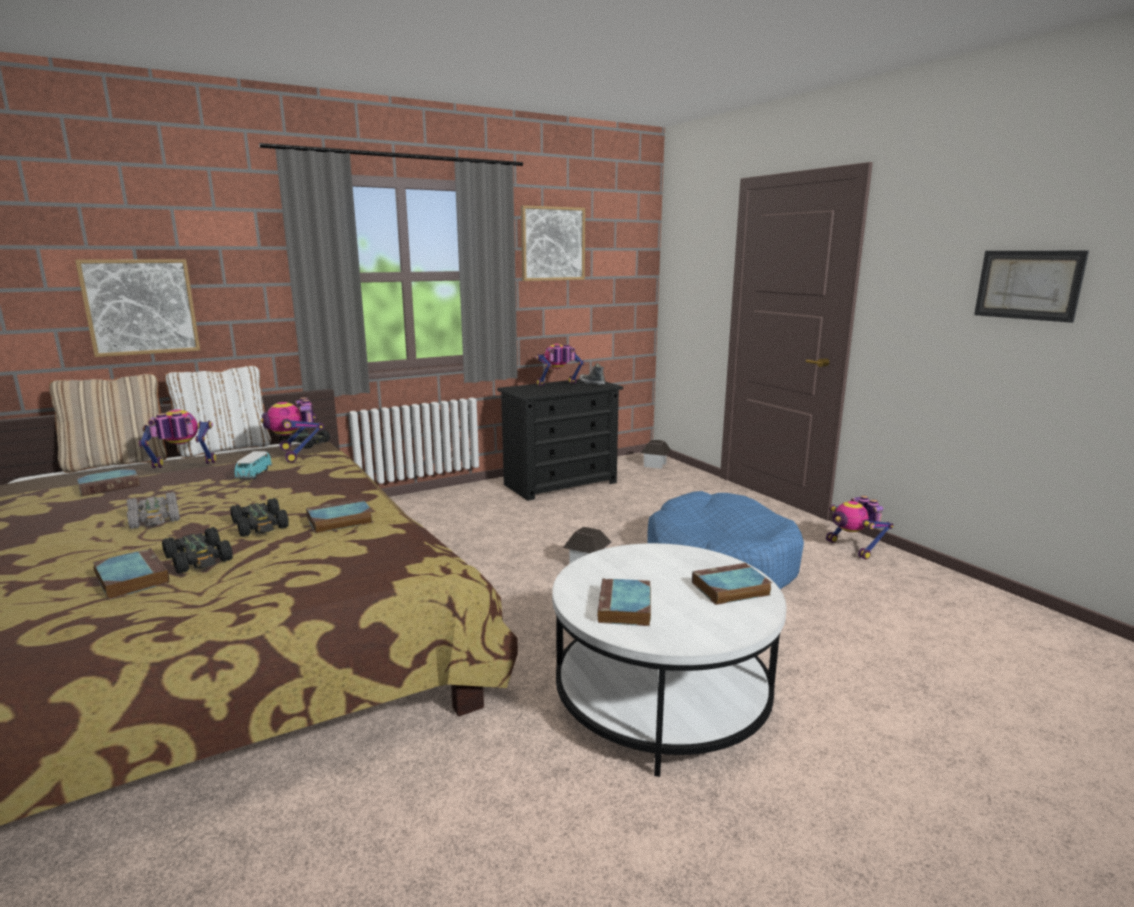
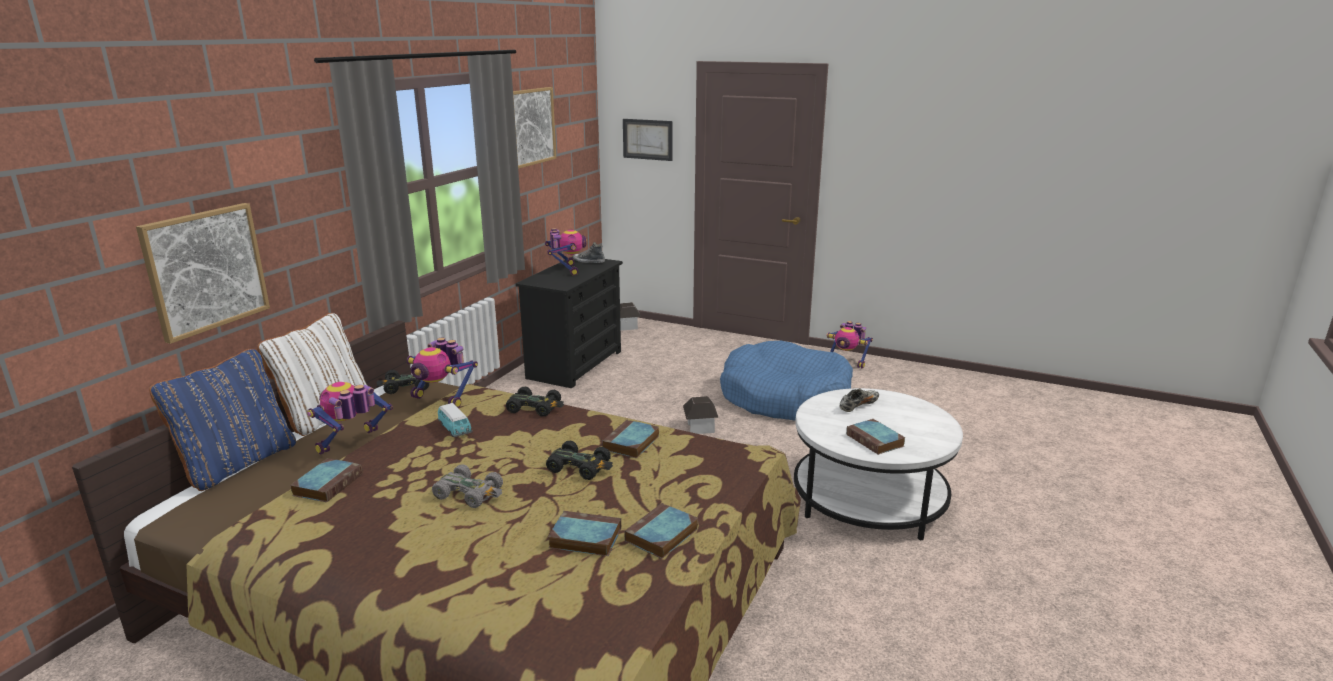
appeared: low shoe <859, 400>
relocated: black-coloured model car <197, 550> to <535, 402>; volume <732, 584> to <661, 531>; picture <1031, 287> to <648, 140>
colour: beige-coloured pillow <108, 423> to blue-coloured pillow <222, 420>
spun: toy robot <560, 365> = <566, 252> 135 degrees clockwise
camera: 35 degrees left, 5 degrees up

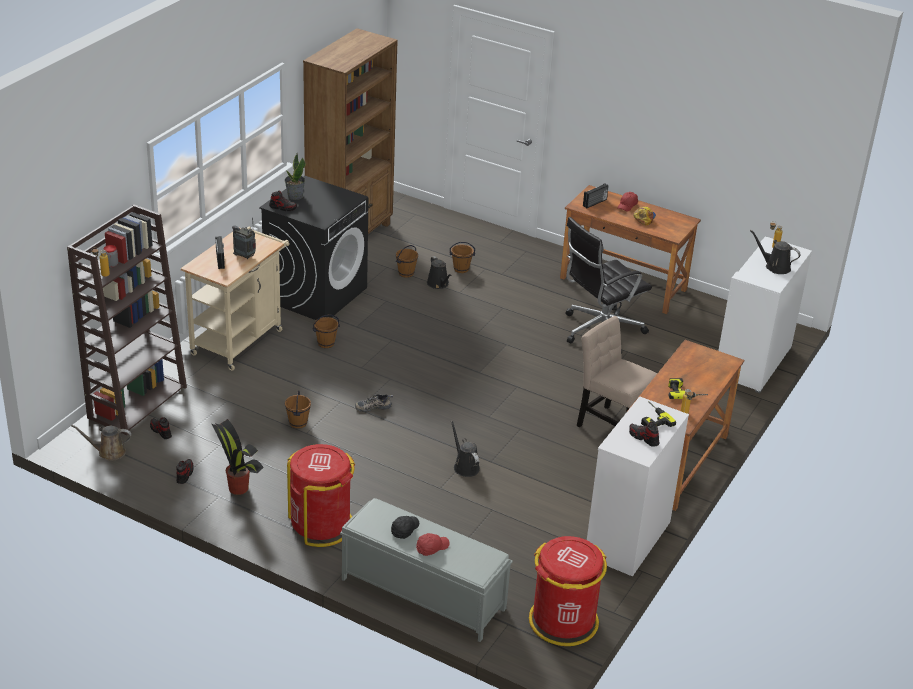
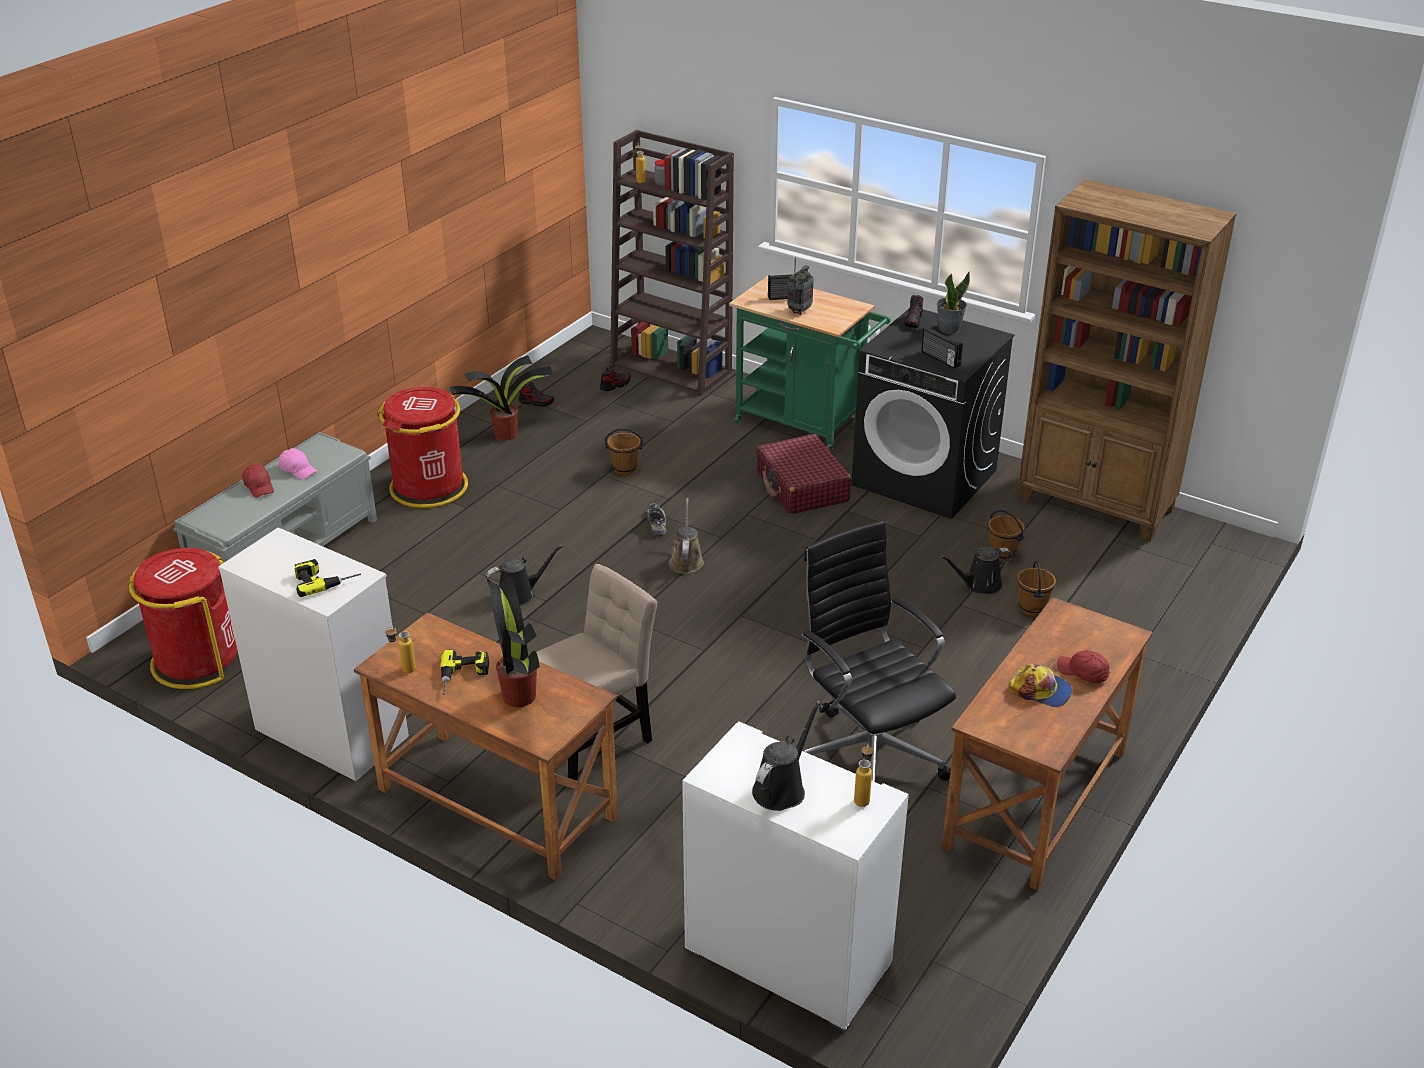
missing: low shoe <644, 434>
appeared: plant in a pot <513, 642>
relocated: brownish watering pot <101, 443> to <686, 536>; radio receiver <596, 195> to <942, 348>
exchanged: brownish water bucket <326, 331> to reddish piece of luggage <803, 474>
colour: beige-coloured cart <235, 298> to greenish cart <809, 363>; black-coloured cap <405, 527> to pinkish cap <298, 463>
camera: 95 degrees right, 0 degrees up

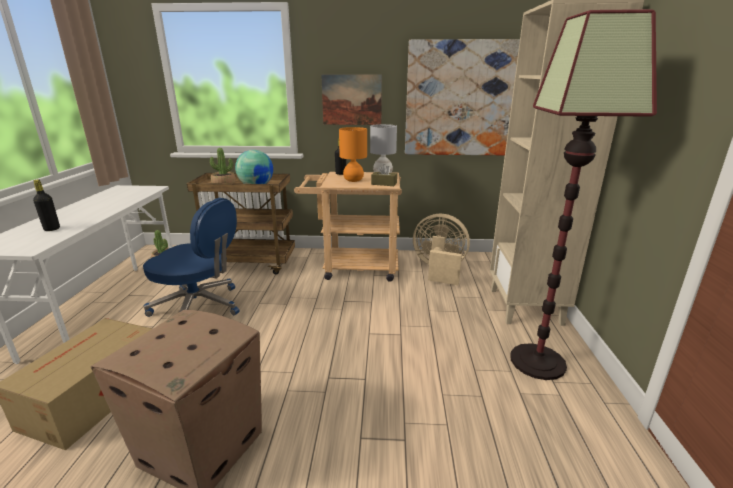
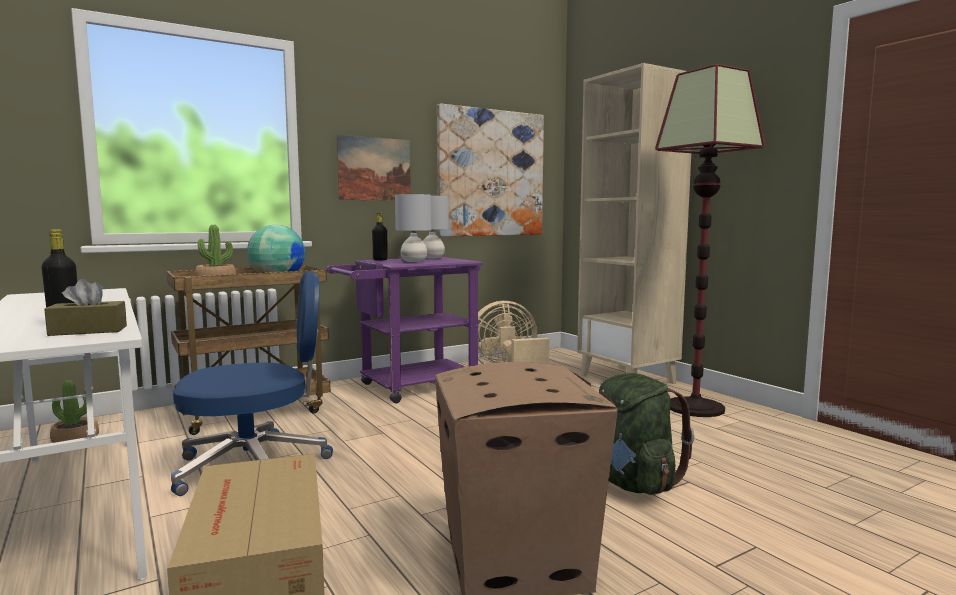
appeared: greenish backpack <646, 434>
relocated: brownish tissue box <384, 175> to <85, 307>
colour: beige-coloured cart <348, 227> to purple-coloured cart <404, 330>; orange-coloured tabletop lamp <353, 154> to gray tabletop lamp <413, 228>
camera: 35 degrees left, 15 degrees down

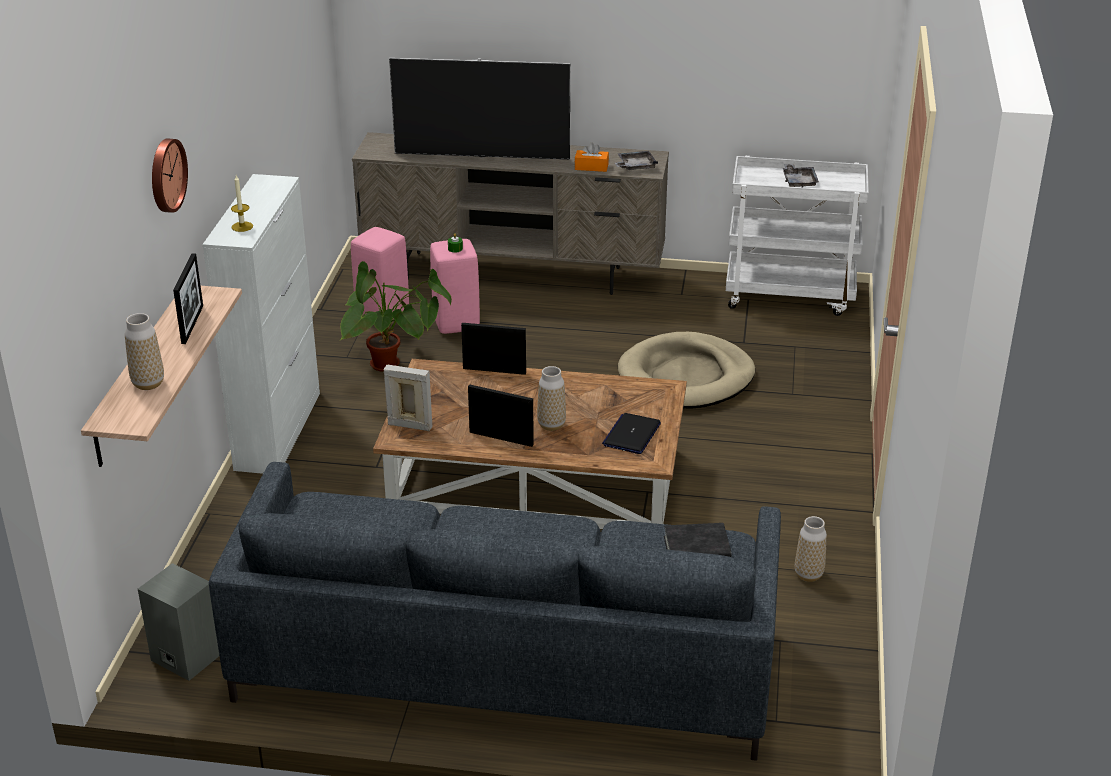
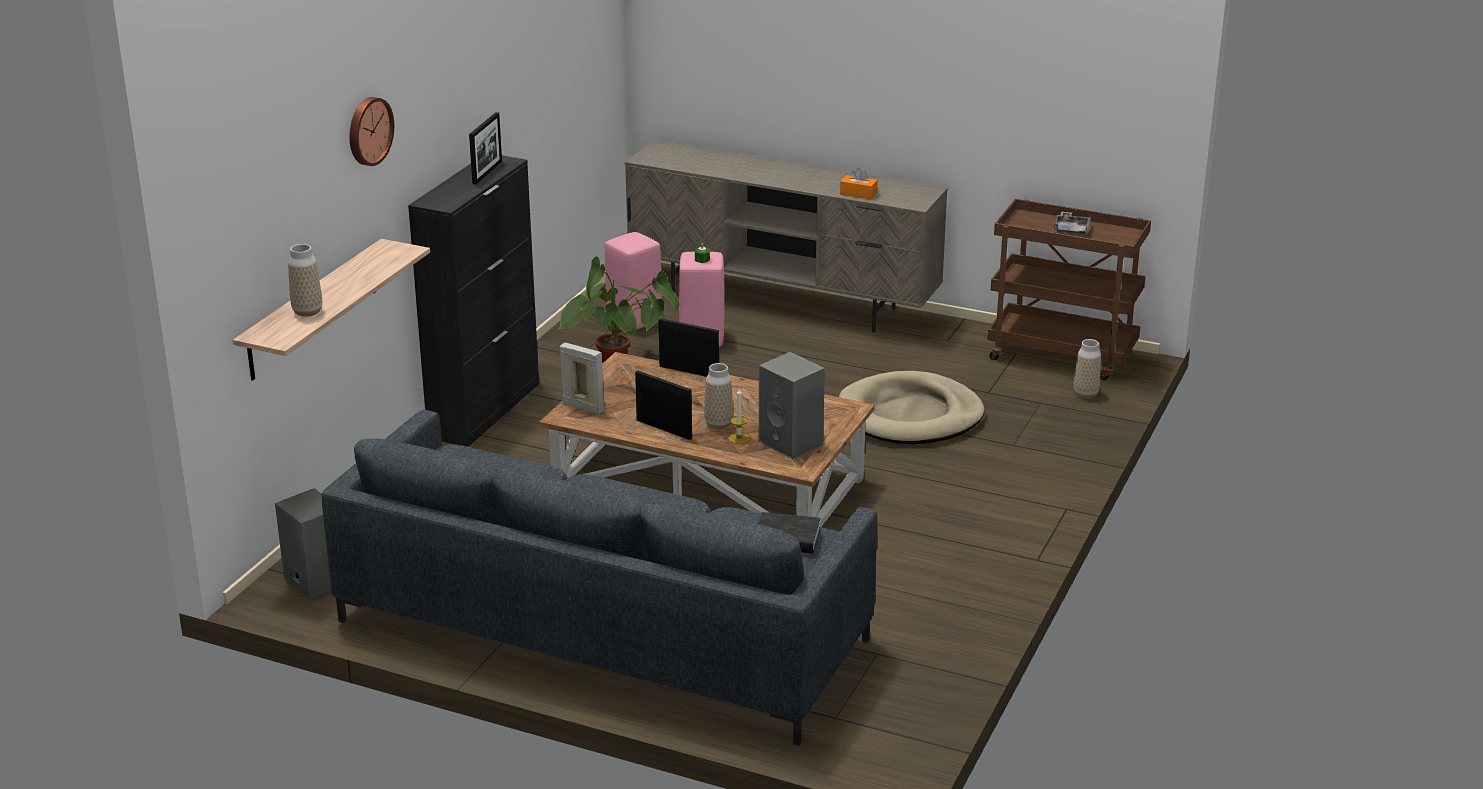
missing: TV <480, 109>; gray tray <636, 160>
relocated: standing frame <188, 298> to <485, 148>; candle <242, 203> to <739, 416>; vase <811, 549> to <1087, 369>
exchanged: notebook computer <631, 433> to gray audio speaker <792, 405>
colour: white-coloured storage cabinet <261, 324> to black-coloured storage cabinet <473, 301>; white-coloured cart <797, 236> to brownish cart <1069, 289>
camera: 15 degrees right, 5 degrees down

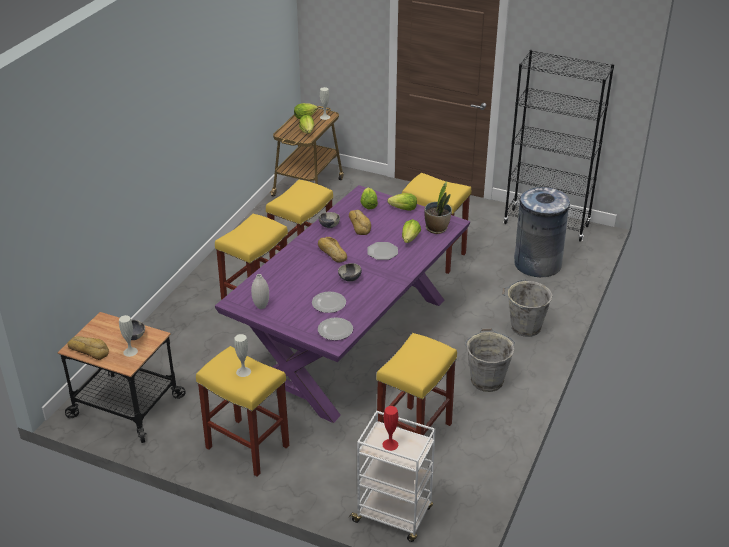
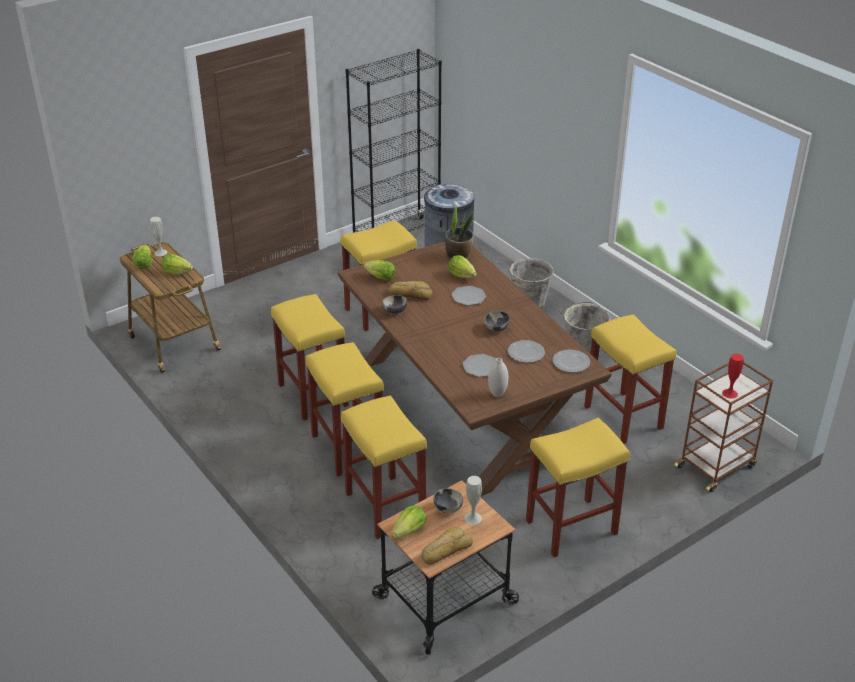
missing: white-coloured vase <242, 355>; baked bread <332, 249>
appeared: yellow sitting stool <384, 467>; plate <479, 365>
relocated: lettuce head <402, 202> to <409, 522>
colour: purple-coloured dining table <342, 304> to brownish dining table <474, 369>; white-coloured cart <392, 476> to brownish cart <723, 427>
camera: 60 degrees left, 0 degrees up

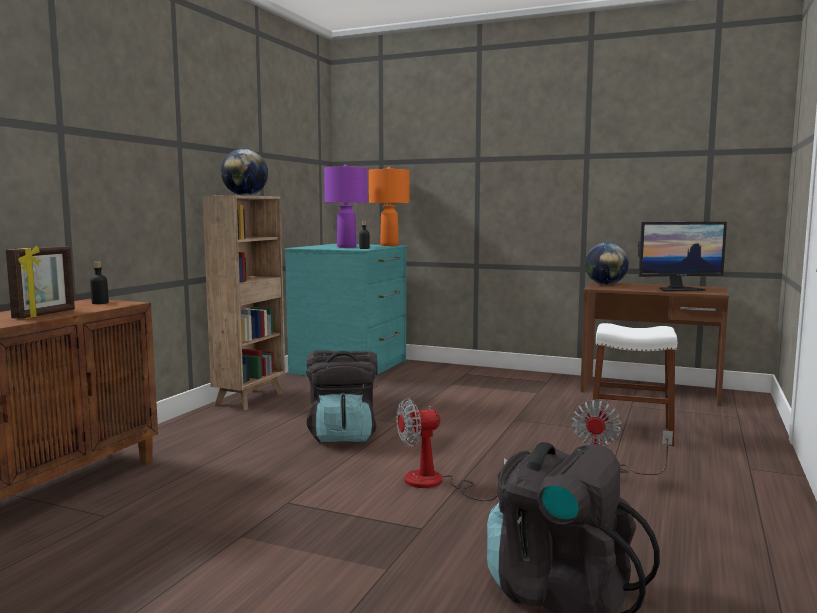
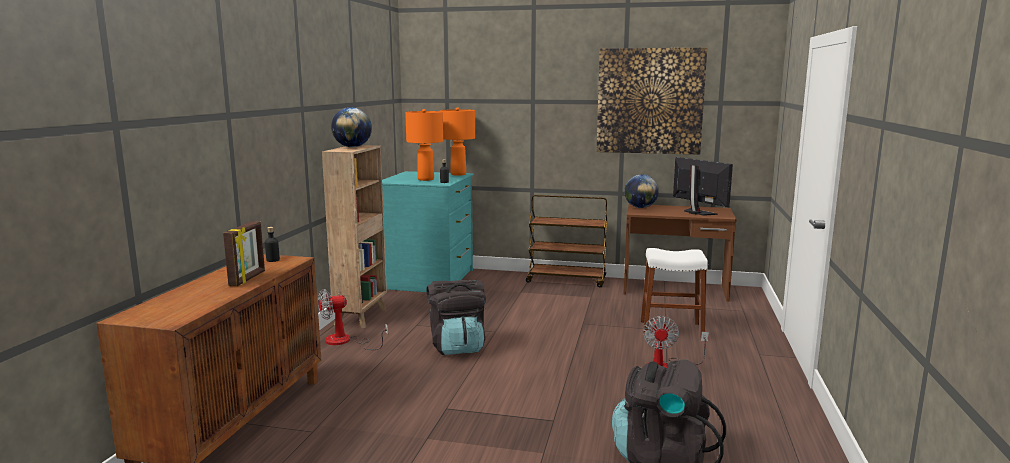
appeared: brownish cart <566, 241>; picture <651, 101>
relocated: electric fan <452, 449> to <353, 319>
colour: purple-coloured tabletop lamp <346, 206> to orange-coloured tabletop lamp <424, 145>
spun: computer screen <682, 256> = <703, 186> 105 degrees counterclockwise
camera: 10 degrees left, 5 degrees up

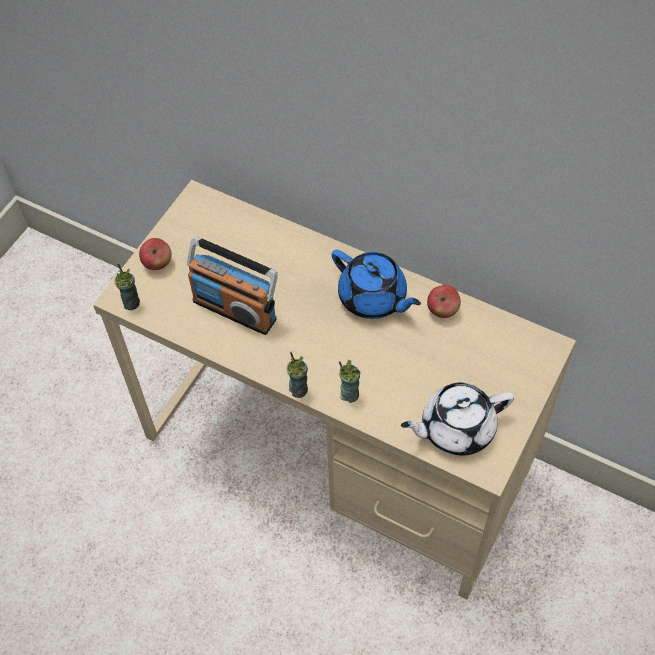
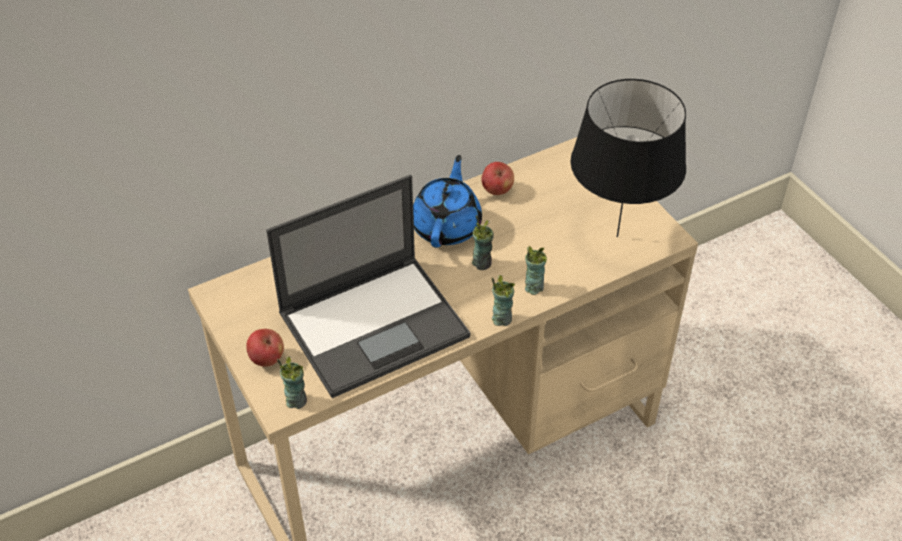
appeared: small cup <483, 242>
exchanged: radio receiver <232, 286> to notebook computer <368, 286>; white-coloured pot for tea <457, 419> to black-coloured tabletop lamp <628, 158>
spun: blue-coloured pot for tea <376, 284> = <447, 201> 60 degrees counterclockwise
camera: 60 degrees left, 10 degrees down

